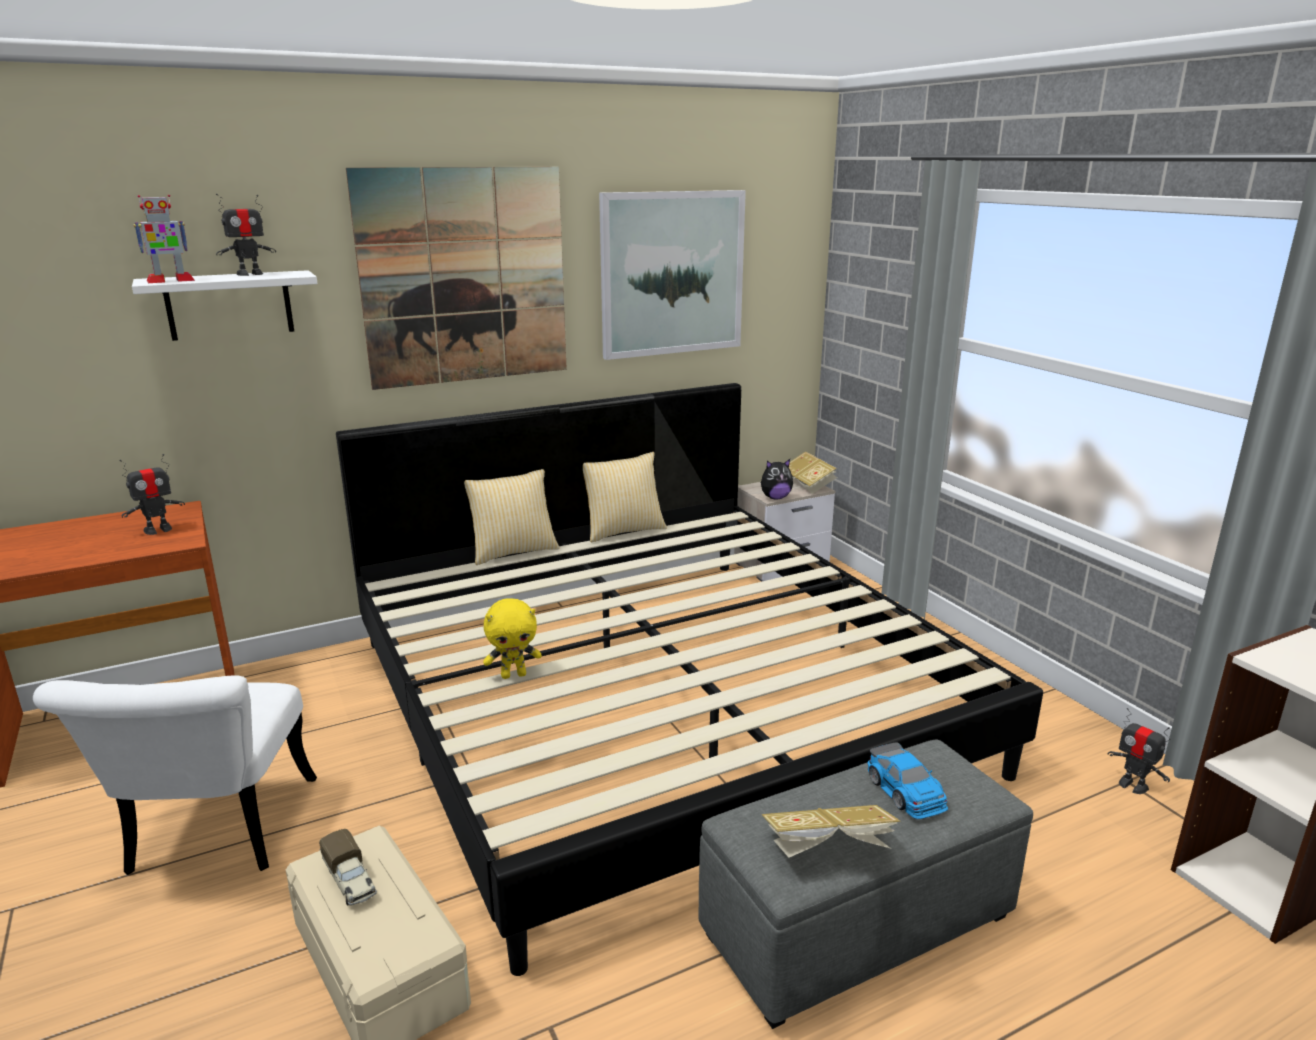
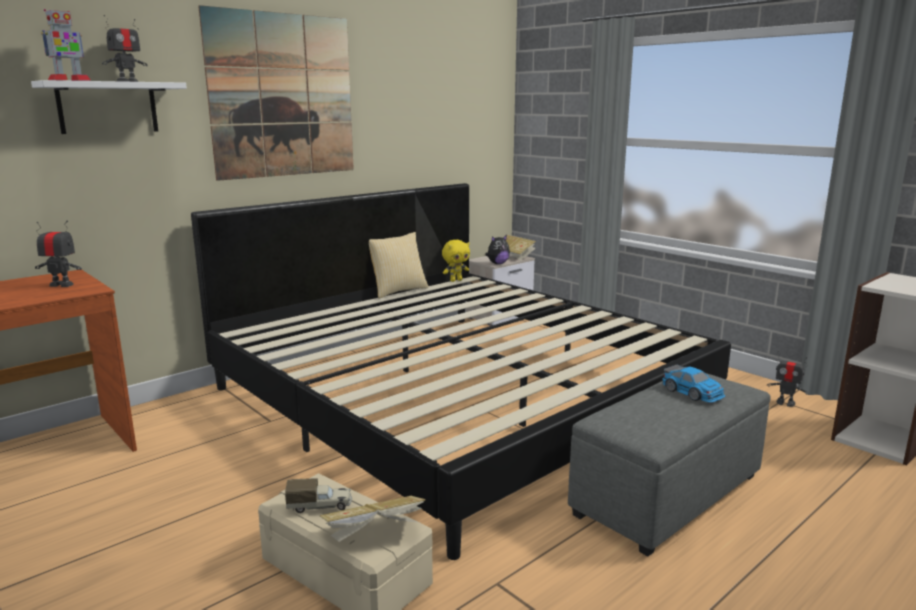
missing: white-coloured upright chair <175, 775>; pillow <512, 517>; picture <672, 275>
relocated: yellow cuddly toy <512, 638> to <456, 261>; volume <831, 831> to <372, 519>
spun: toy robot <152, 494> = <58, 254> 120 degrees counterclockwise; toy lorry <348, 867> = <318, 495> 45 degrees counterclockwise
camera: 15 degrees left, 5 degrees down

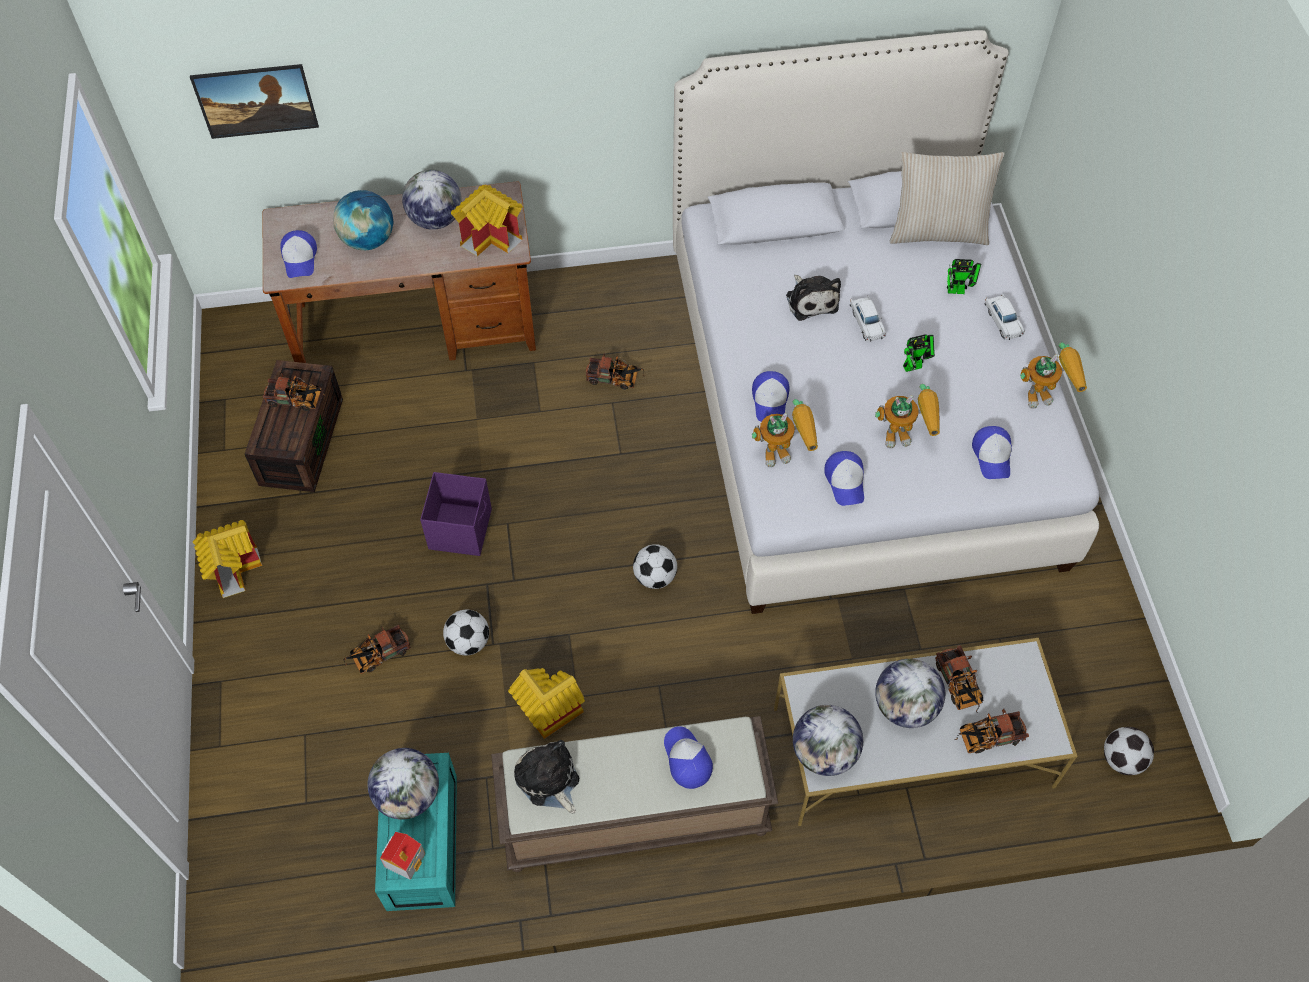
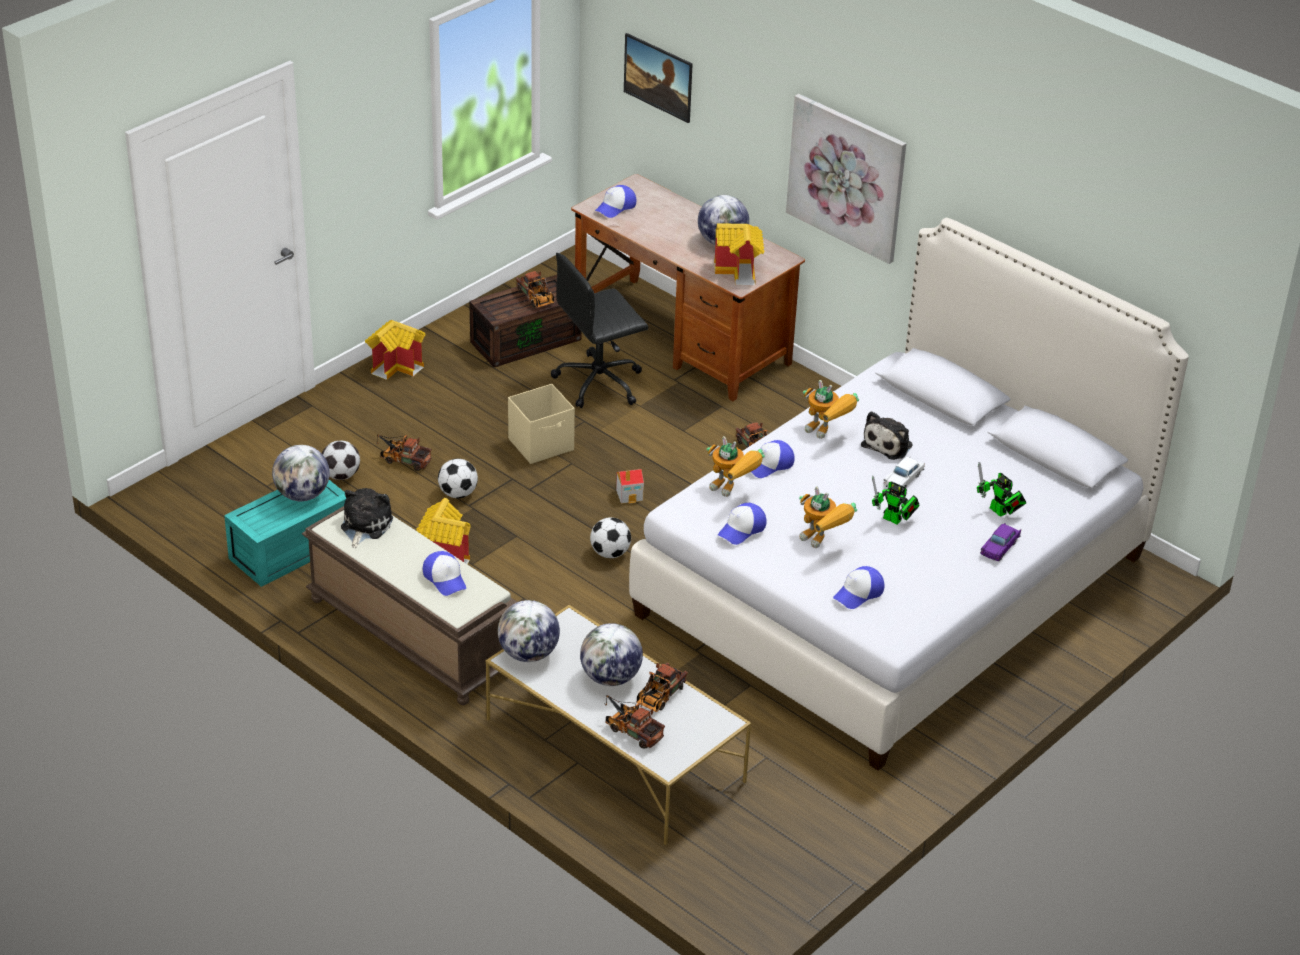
missing: world globe <363, 220>; beige-coloured pillow <947, 198>
appeared: black-coloured office chair <599, 330>; picture <846, 179>
relocated: model house <403, 856> to <630, 486>; toy robot <1053, 375> to <831, 409>; football <1129, 751> to <341, 460>
colour: purple-coloured storage container <456, 514> to beige-coloured storage container <541, 424>; white-coloured model car <1005, 317> to purple-coloured model car <1000, 542>
spun: cap <688, 757> = <444, 573> 120 degrees clockwise
camera: 50 degrees right, 20 degrees down

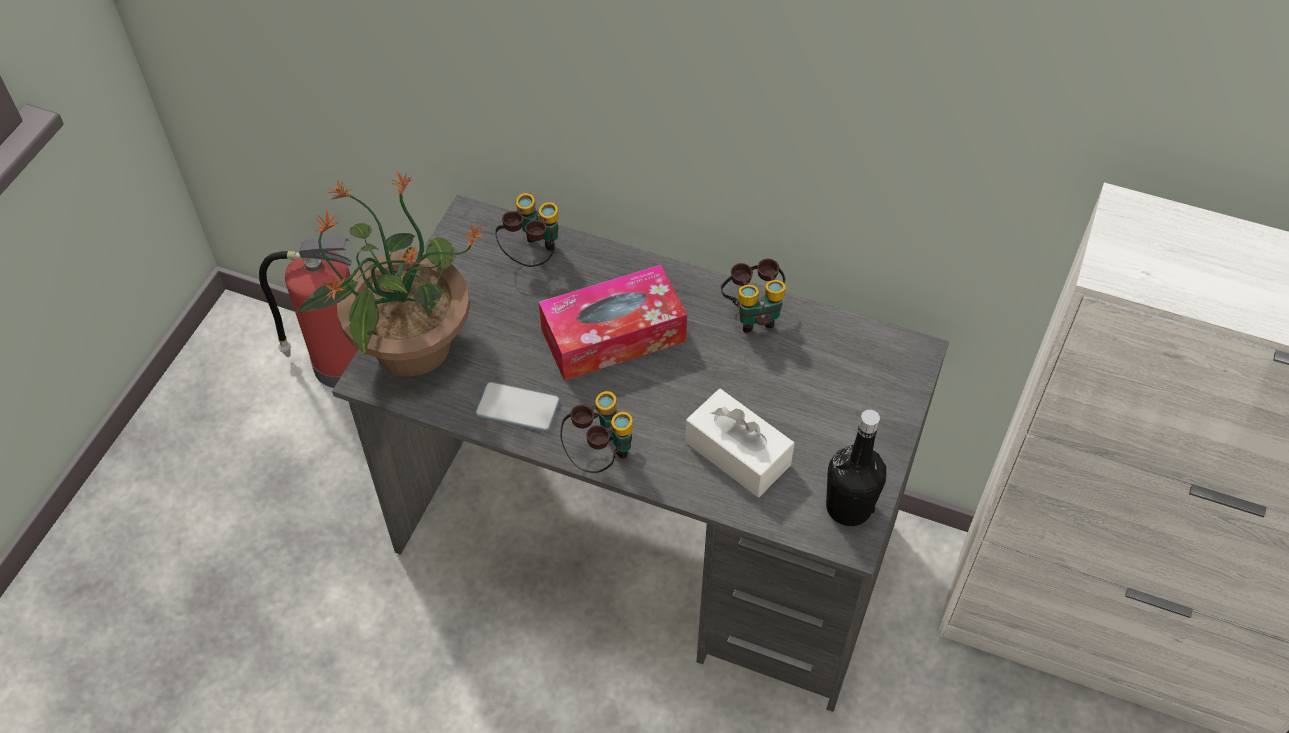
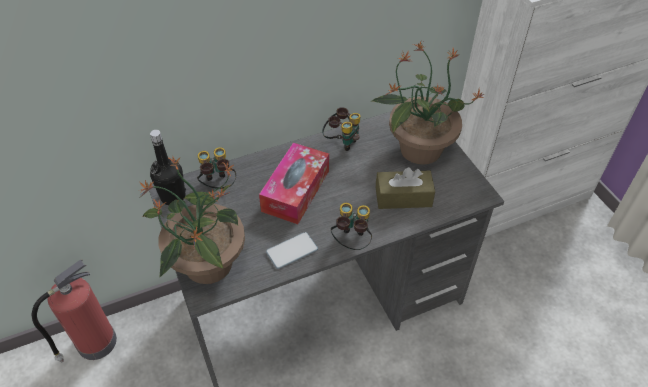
appeared: plant in a pot <428, 103>
relocated: black-coloured bottle <856, 468> to <168, 167>
colour: white-coloured tissue box <740, 443> to brownish tissue box <405, 188>
camera: 45 degrees left, 5 degrees down

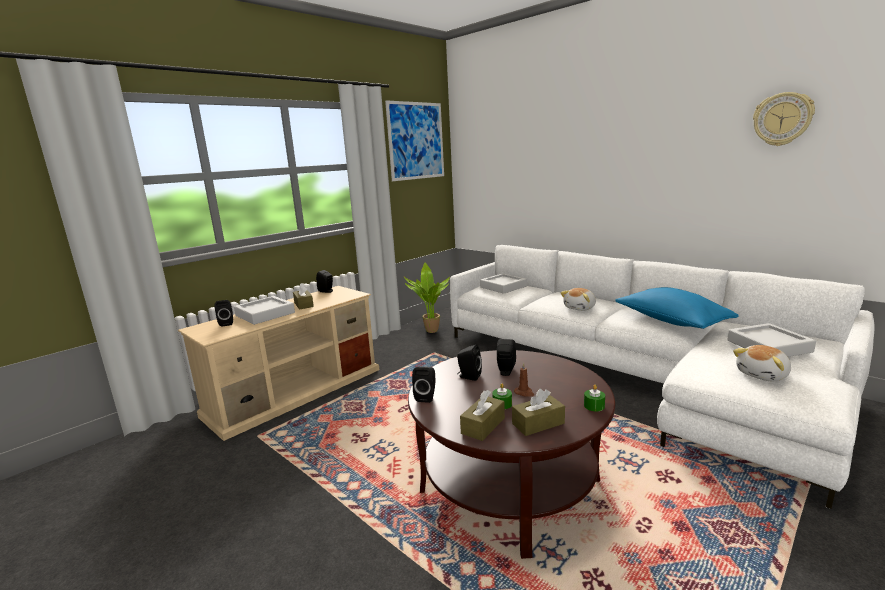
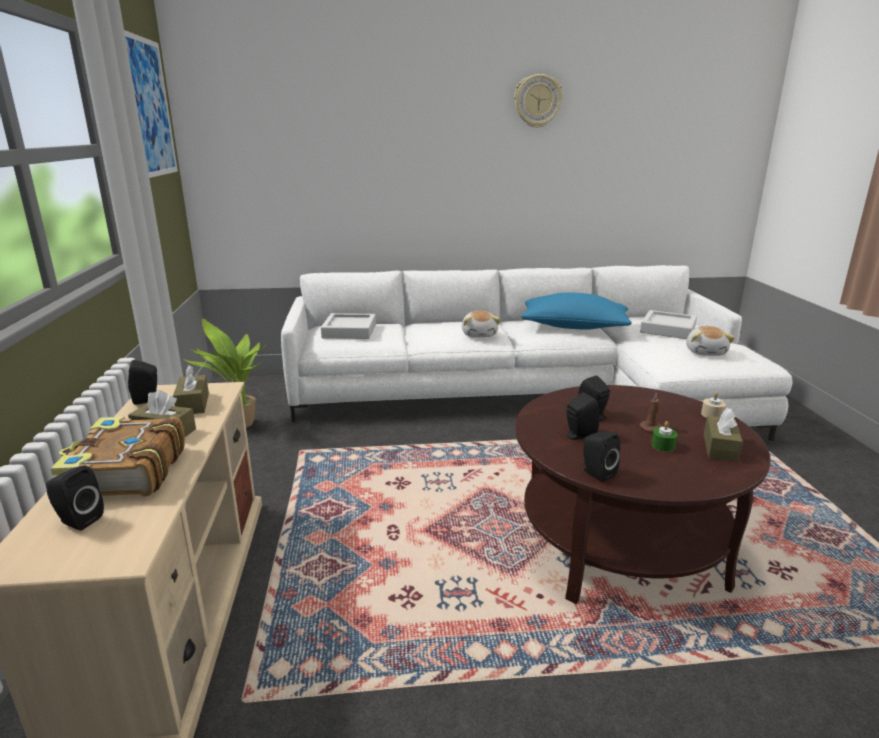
relocated: brownish tissue box <482, 415> to <191, 389>; hanging clock <784, 119> to <538, 101>
exchanged: gray tray <264, 310> to volume <117, 456>
colour: greenish candle <594, 398> to beige-coloured candle <713, 405>
camera: 50 degrees left, 5 degrees up

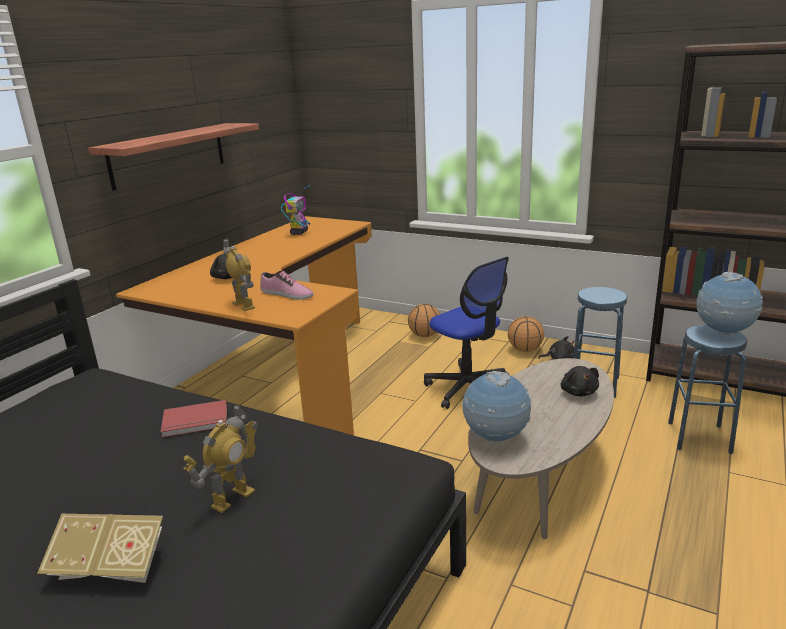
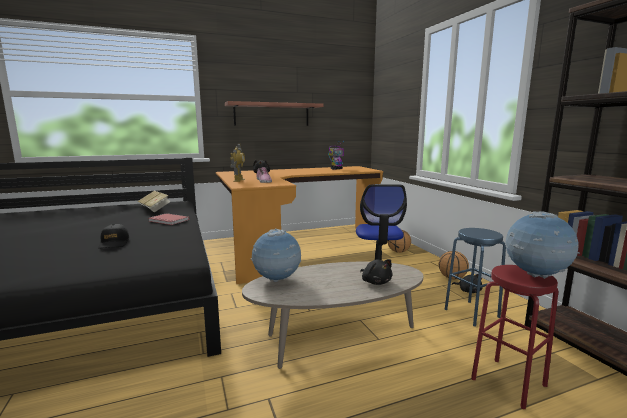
relocated: volume <100, 548> to <154, 201>
exchanged: toy robot <221, 458> to black-coloured cap <114, 236>
colour: blue-coloured sitting stool <707, 389> to reddish sitting stool <514, 337>
spun: black-coloured cuddly toy <580, 381> = <376, 272> 60 degrees counterclockwise
camera: 40 degrees right, 10 degrees down

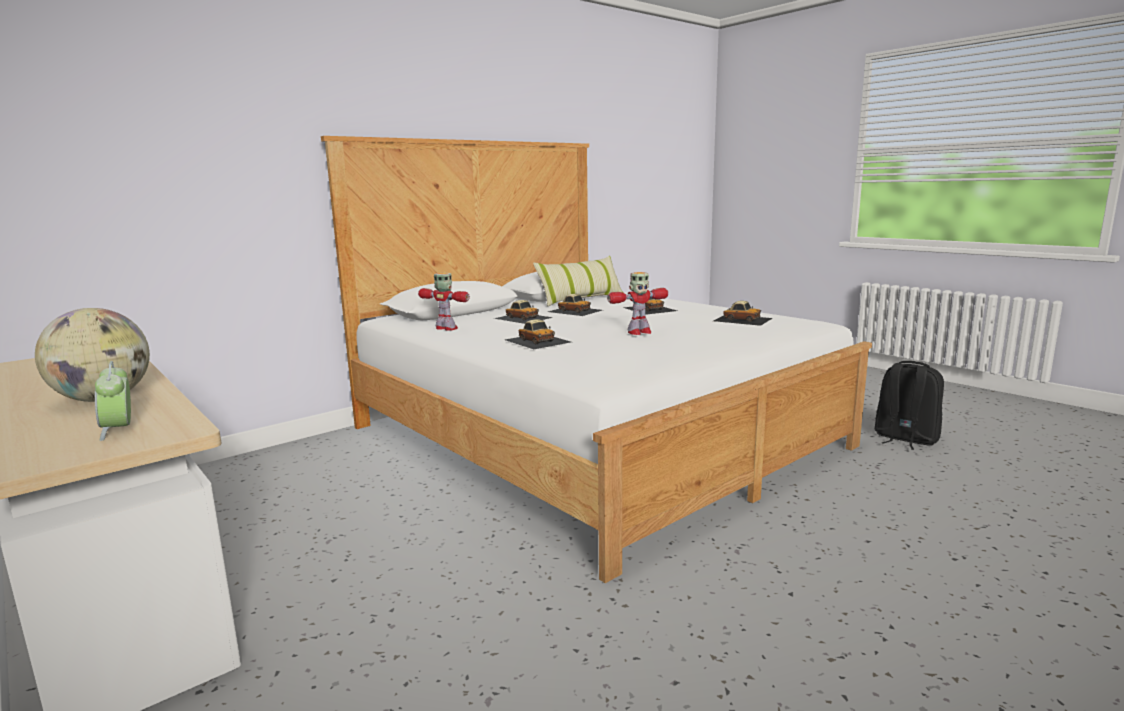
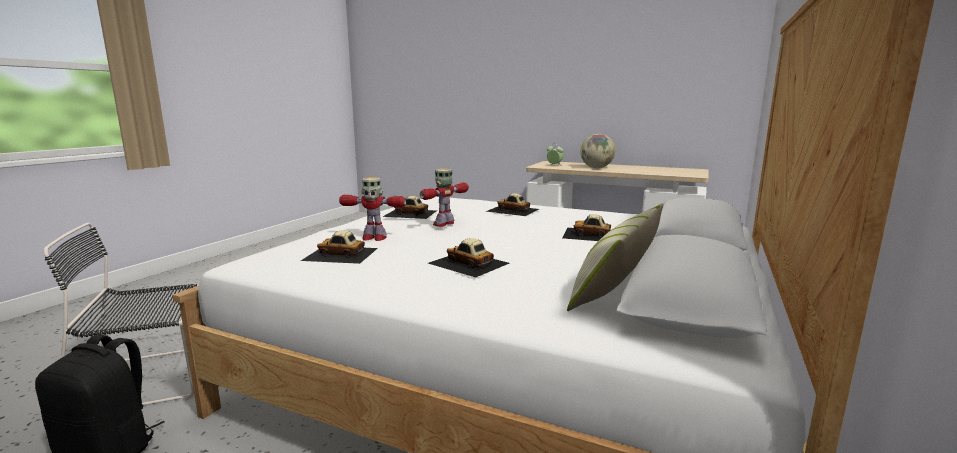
appeared: black-coloured upright chair <121, 314>
relocated: toy robot <444, 302> to <372, 209>; model car <575, 305> to <409, 207>
camera: 155 degrees right, 0 degrees up

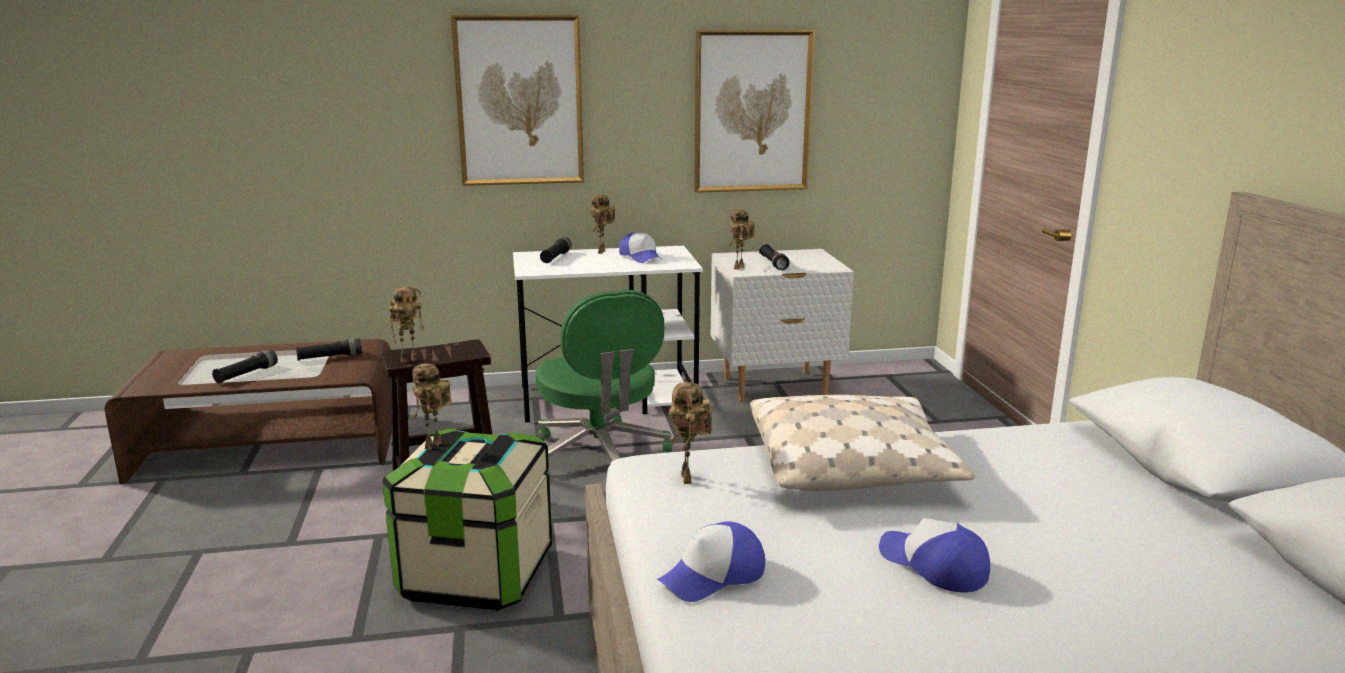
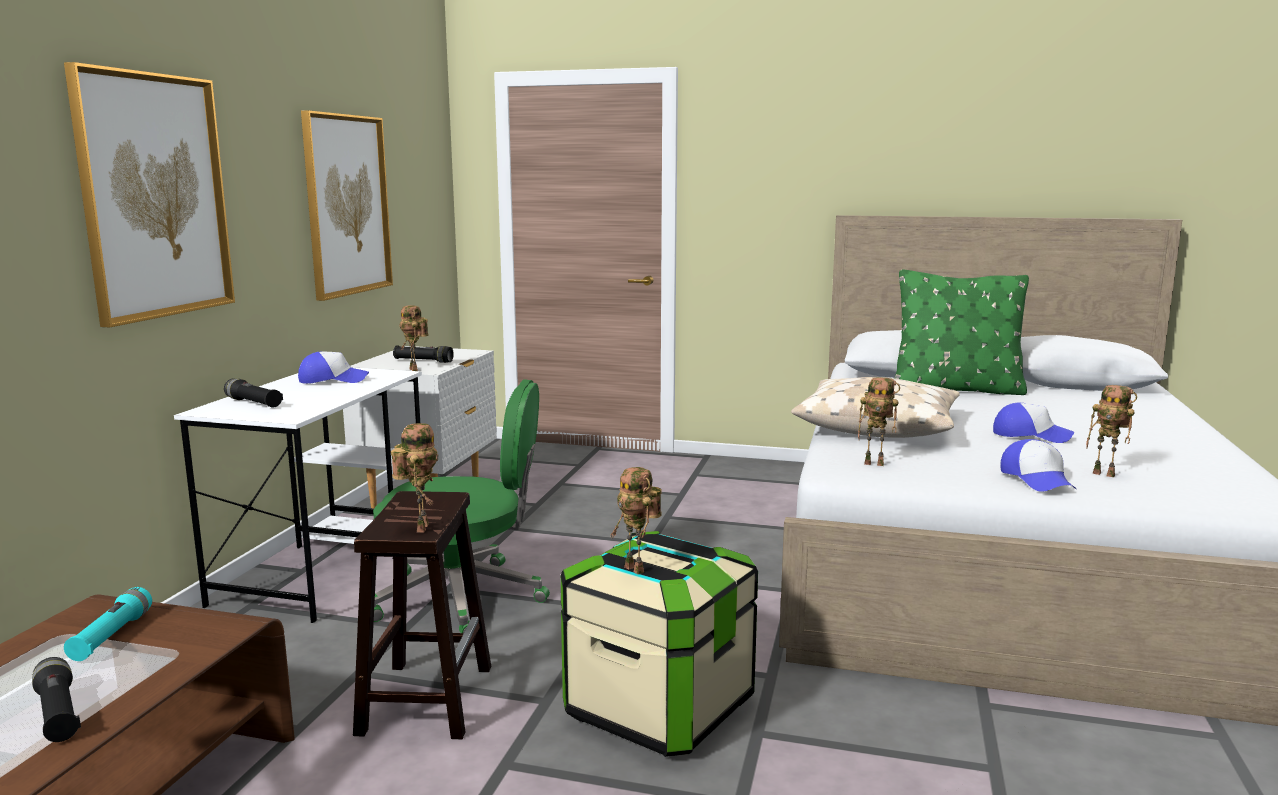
appeared: greenish pillow <962, 332>
relocated: toy robot <602, 224> to <1111, 431>
colour: black-coloured flashlight <329, 349> to blue-green flashlight <108, 624>
spun: cap <934, 555> = <1033, 423> 135 degrees counterclockwise
camera: 65 degrees left, 5 degrees down

